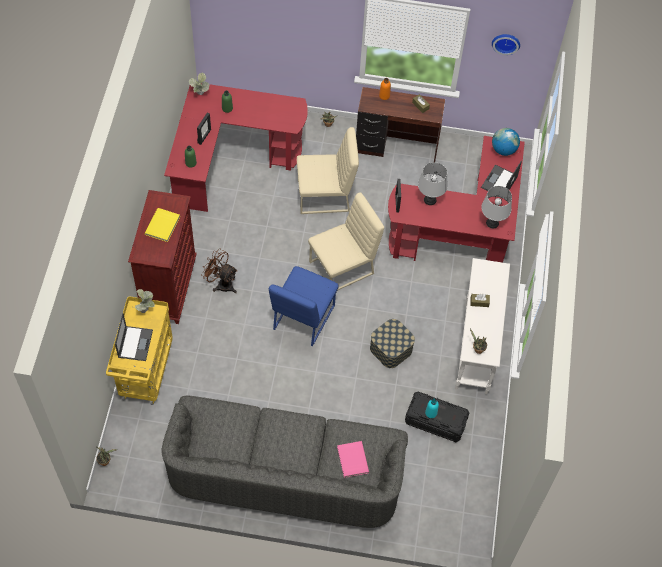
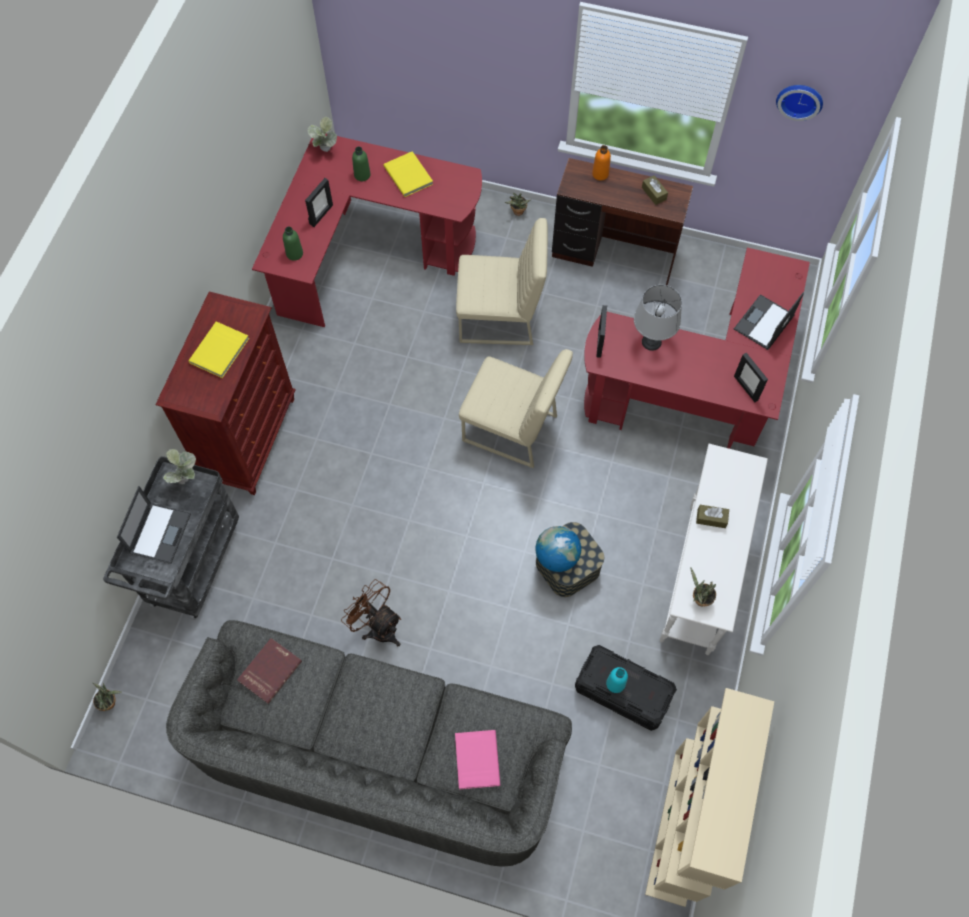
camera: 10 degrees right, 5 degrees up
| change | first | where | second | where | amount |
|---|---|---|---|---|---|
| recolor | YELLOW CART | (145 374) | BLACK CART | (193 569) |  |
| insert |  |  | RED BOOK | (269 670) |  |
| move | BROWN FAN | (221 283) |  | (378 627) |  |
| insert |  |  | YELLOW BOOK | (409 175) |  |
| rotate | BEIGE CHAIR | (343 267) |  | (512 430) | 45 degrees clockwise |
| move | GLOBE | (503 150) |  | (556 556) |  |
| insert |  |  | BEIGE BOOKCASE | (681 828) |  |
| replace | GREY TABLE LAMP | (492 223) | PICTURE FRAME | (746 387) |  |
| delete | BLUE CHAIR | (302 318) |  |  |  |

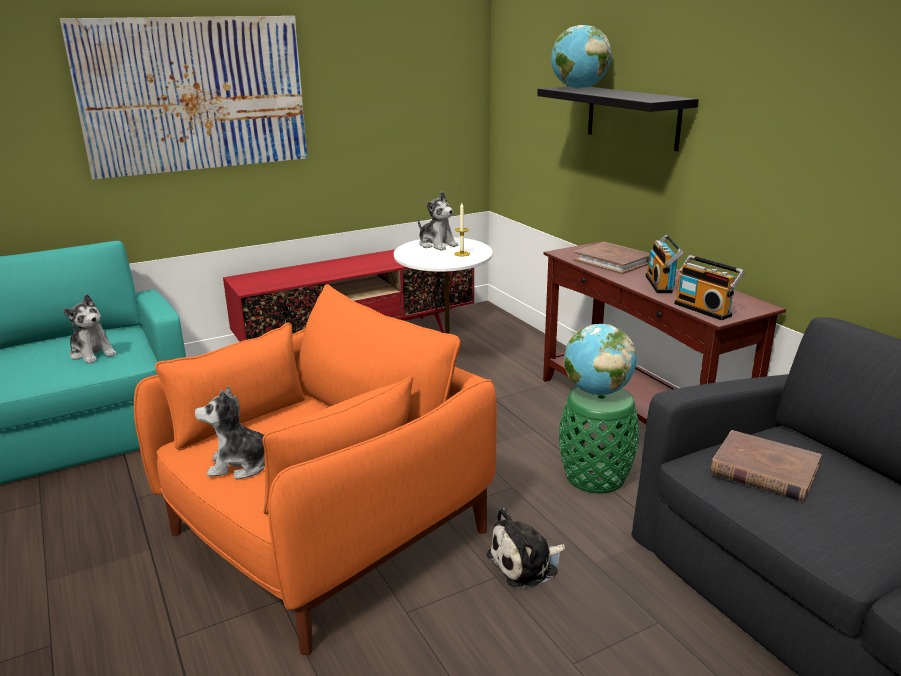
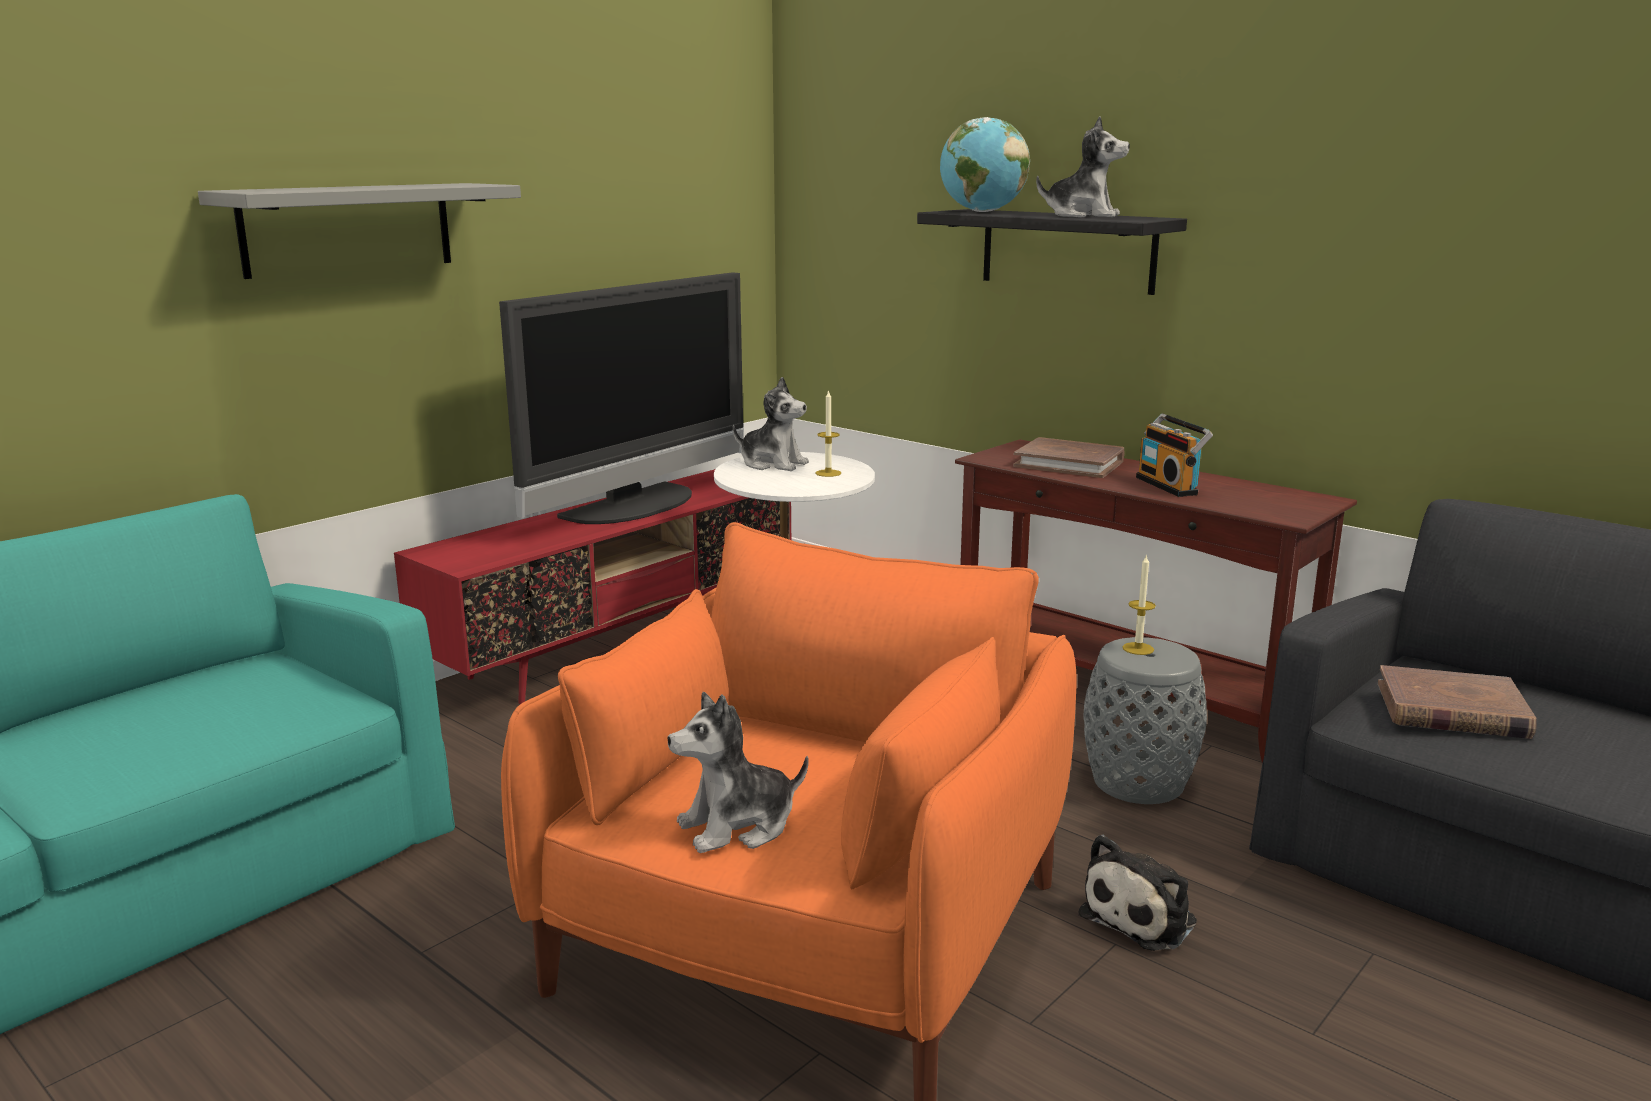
camera: 20 degrees left, 5 degrees down
| change | first | where | second | where | amount |
|---|---|---|---|---|---|
| replace | PICTURE | (194 95) | GREY SHELF | (348 228) |  |
| insert |  |  | TELEVISION | (636 506) |  |
| move | PLUSH TOY | (93 353) |  | (1083 216) |  |
| recolor | GREEN STOOL | (595 477) | GREY STOOL | (1138 783) |  |
| replace | GLOBE | (597 391) | CANDLE | (1138 648) |  |
| delete | RADIO | (704 309) |  |  |  |

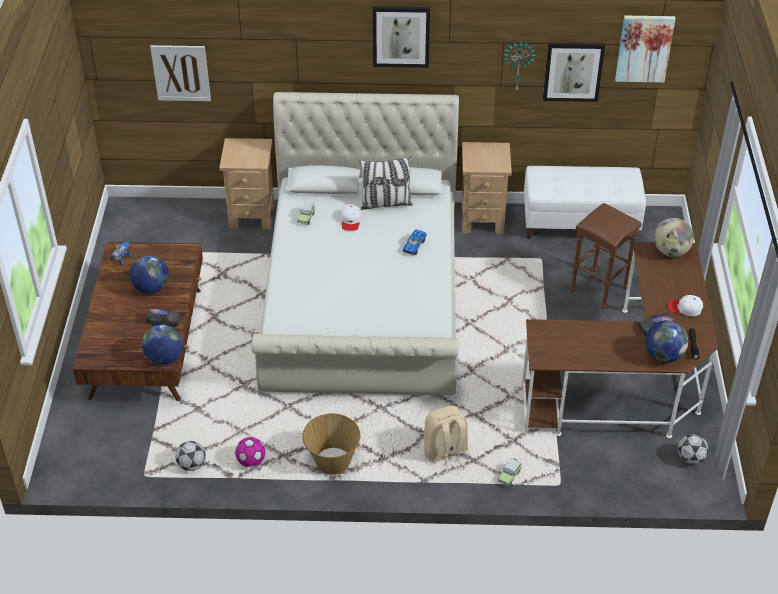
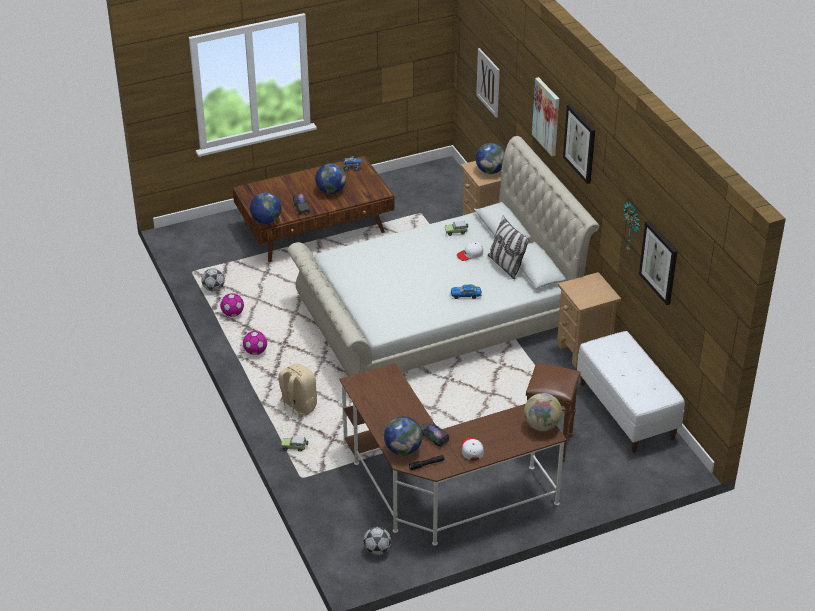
camera: 65 degrees right, 5 degrees down
| change | first | where | second | where | amount |
|---|---|---|---|---|---|
| replace | BASKET | (332 461) | FOOTBALL | (255 352) |  |
| insert |  |  | GLOBE | (490 171) |  |
| move | PICTURE | (644 48) |  | (547 116) |  |

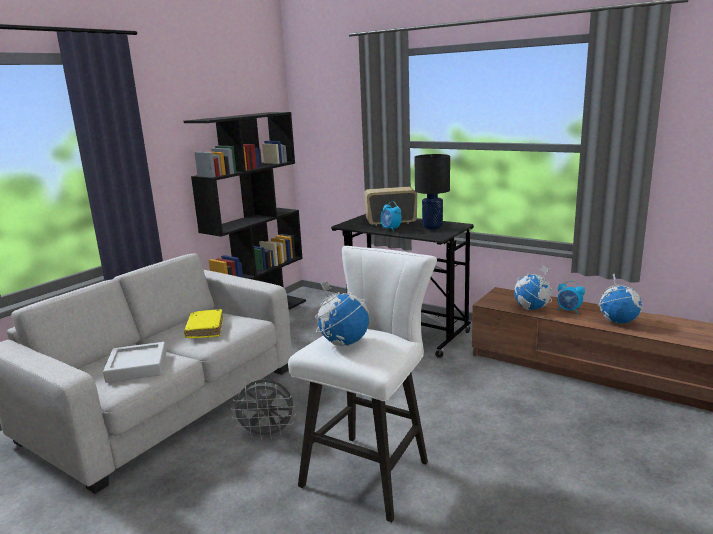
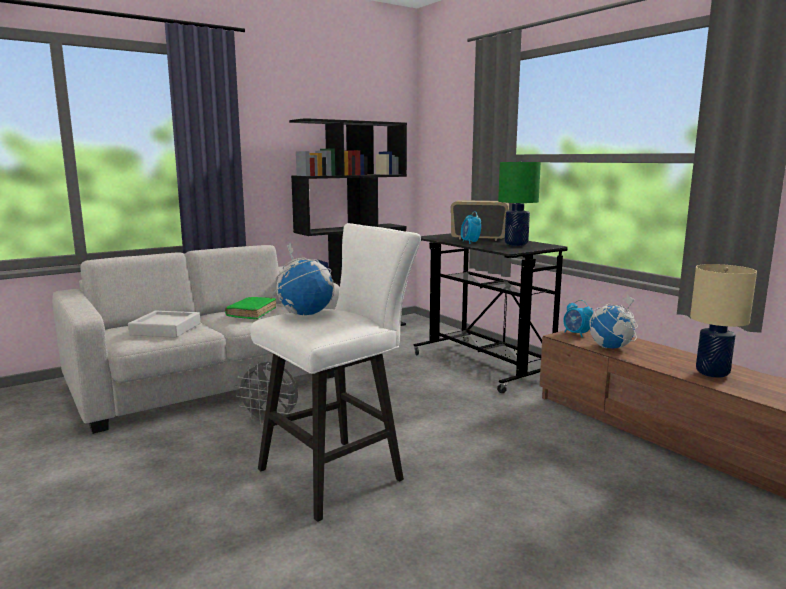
camera: 20 degrees right, 5 degrees down
| change | first | where | second | where | amount |
|---|---|---|---|---|---|
| recolor | YELLOW BOOK | (205 329) | GREEN BOOK | (251 313) |  |
| recolor | BLACK TABLE LAMP | (432 228) | GREEN TABLE LAMP | (516 245) |  |
| move | ALARM CLOCK | (569 310) |  | (576 334) |  |
| replace | GLOBE | (618 321) | BEIGE TABLE LAMP | (712 374) |  |

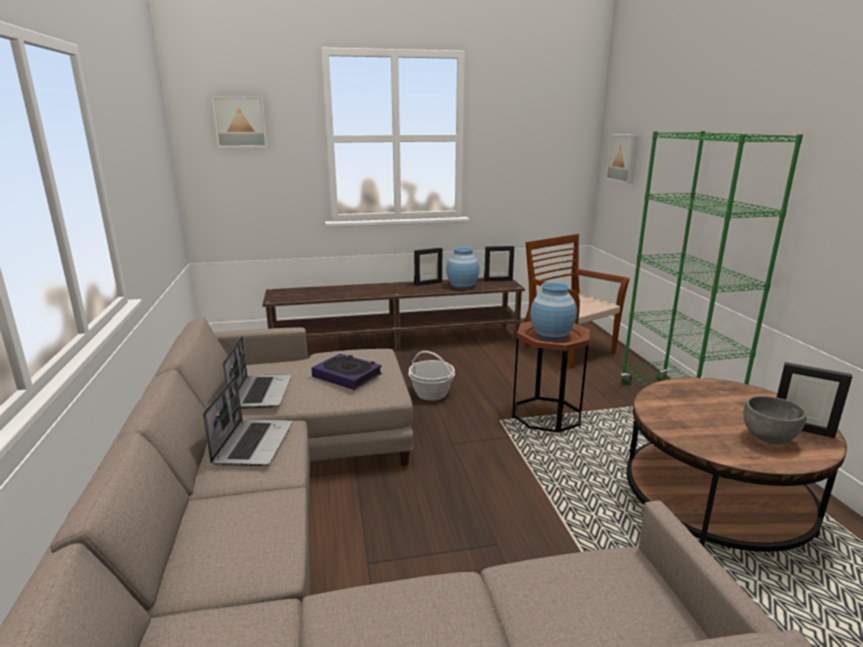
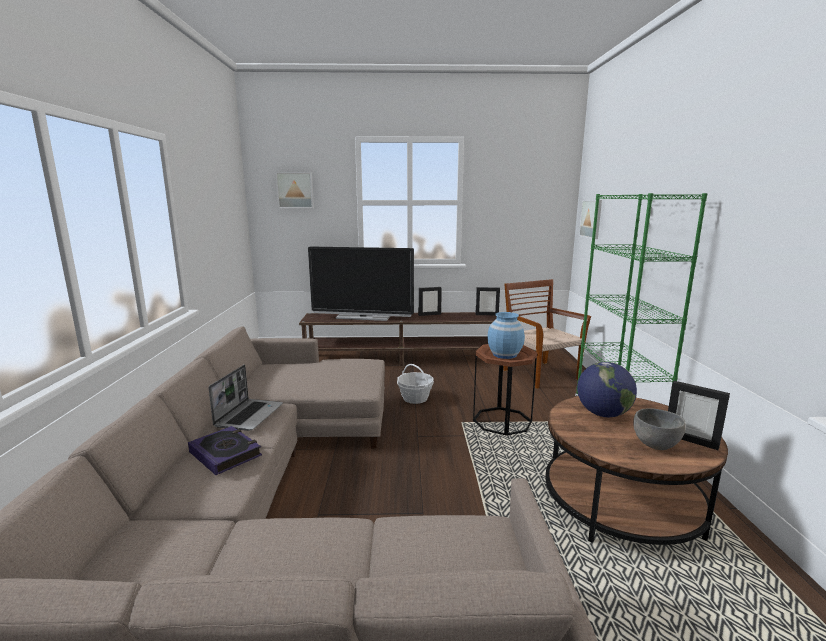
camera: 10 degrees right, 5 degrees down
| change | first | where | second | where | amount |
|---|---|---|---|---|---|
| move | BOOK | (347 375) |  | (225 454) |  |
| insert |  |  | TELEVISION | (363 317) |  |
| insert |  |  | GLOBE | (603 414) |  |
| delete | LAPTOP | (261 392) |  |  |  |
| delete | BLUE VASE | (462 286) |  |  |  |

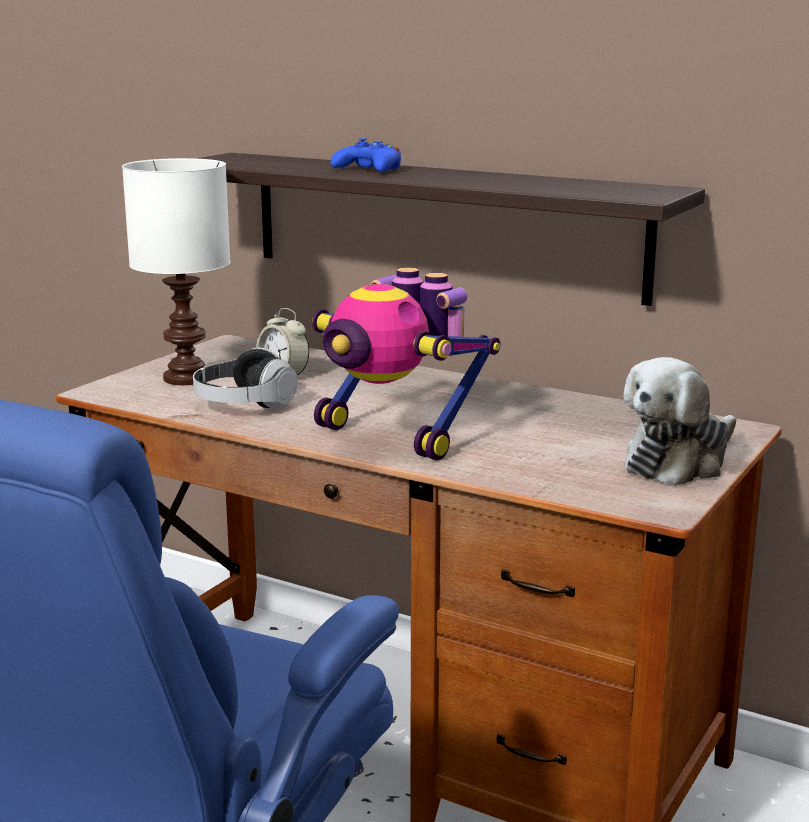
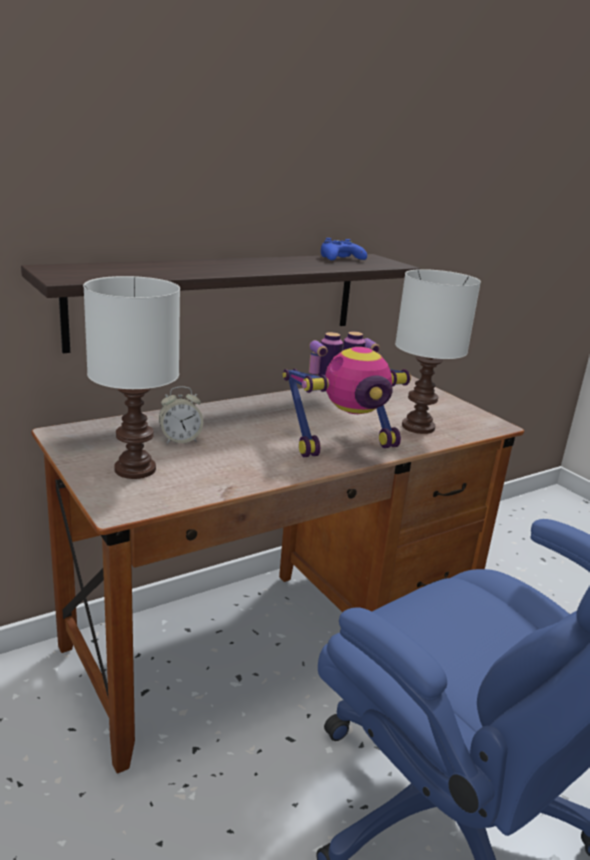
camera: 65 degrees left, 5 degrees up
| change | first | where | second | where | amount |
|---|---|---|---|---|---|
| move | BLUE GAME CONTROLLER | (369 170) |  | (340 259) |  |
| insert |  |  | WHITE TABLE LAMP | (416 427) |  |
| delete | HEADPHONES | (244 405) |  |  |  |
| delete | PLUSH TOY | (679 462) |  |  |  |

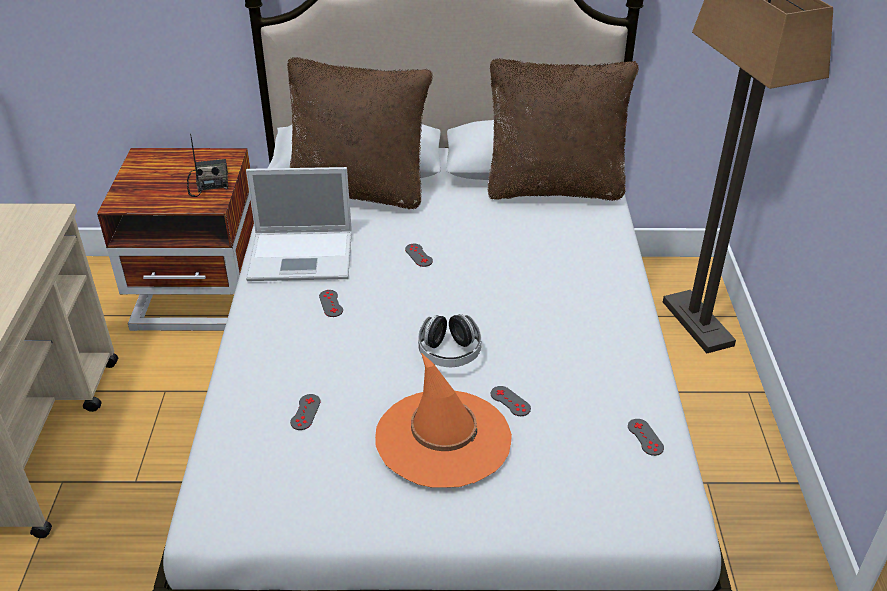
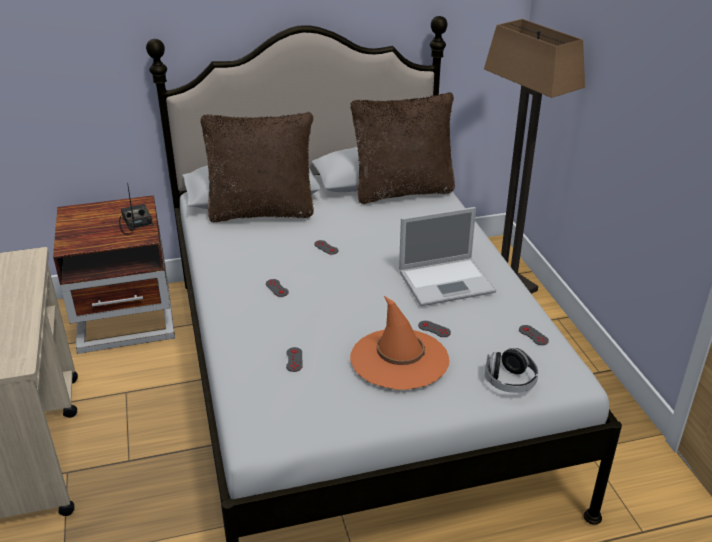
camera: 15 degrees left, 5 degrees down
| change | first | where | second | where | amount |
|---|---|---|---|---|---|
| move | LAPTOP | (303 256) |  | (447 281) |  |
| move | HEADPHONES | (449 353) |  | (509 381) |  |

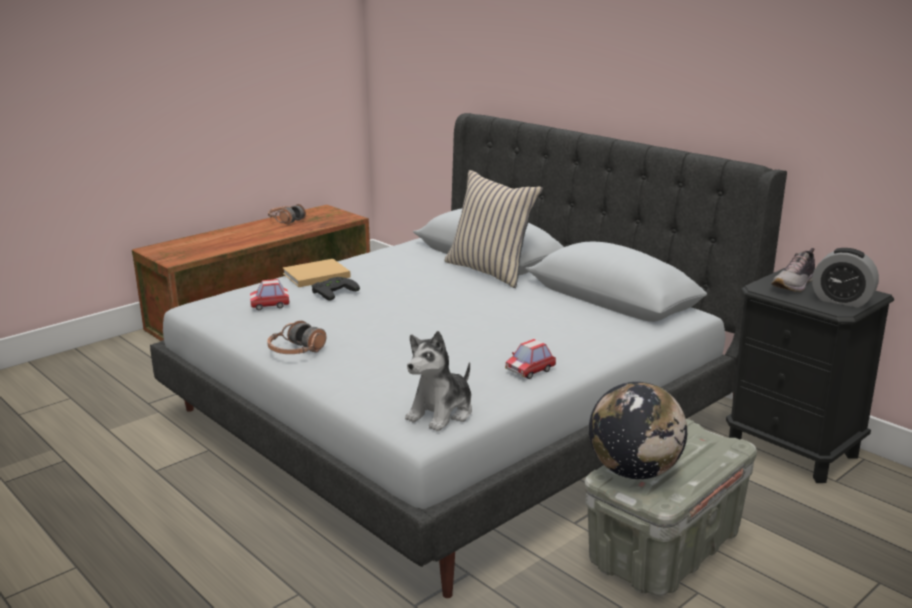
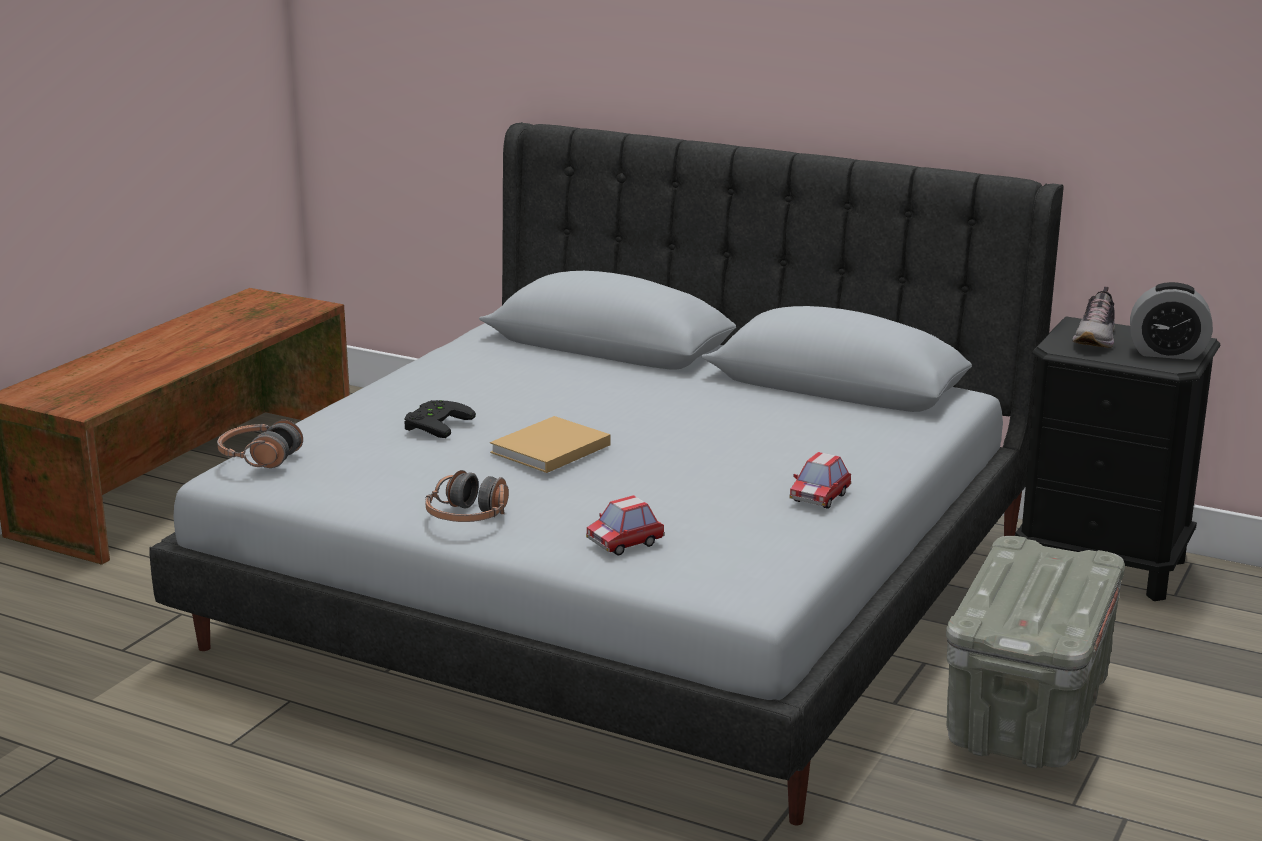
camera: 20 degrees left, 0 degrees up
| change | first | where | second | where | amount |
|---|---|---|---|---|---|
| move | HEADPHONES | (286 220) |  | (259 457) |  |
| move | BEIGE BOOK | (314 276) |  | (548 450) |  |
| move | TOY CAR | (270 305) |  | (625 543) |  |
| delete | PLUSH TOY | (441 413) |  |  |  |
| delete | BEIGE PILLOW | (491 271) |  |  |  |
| delete | GLOBE | (634 472) |  |  |  |

